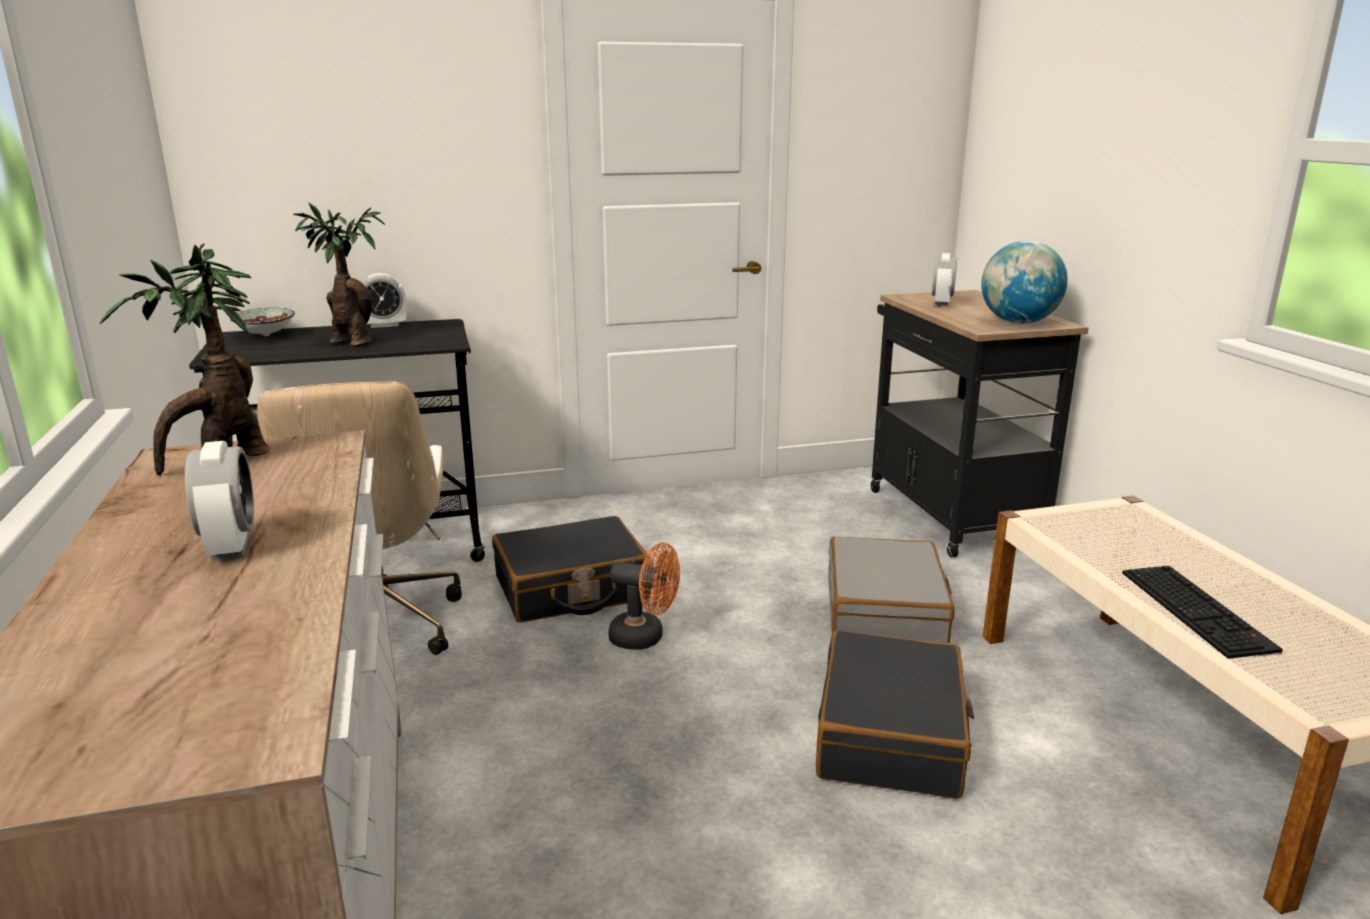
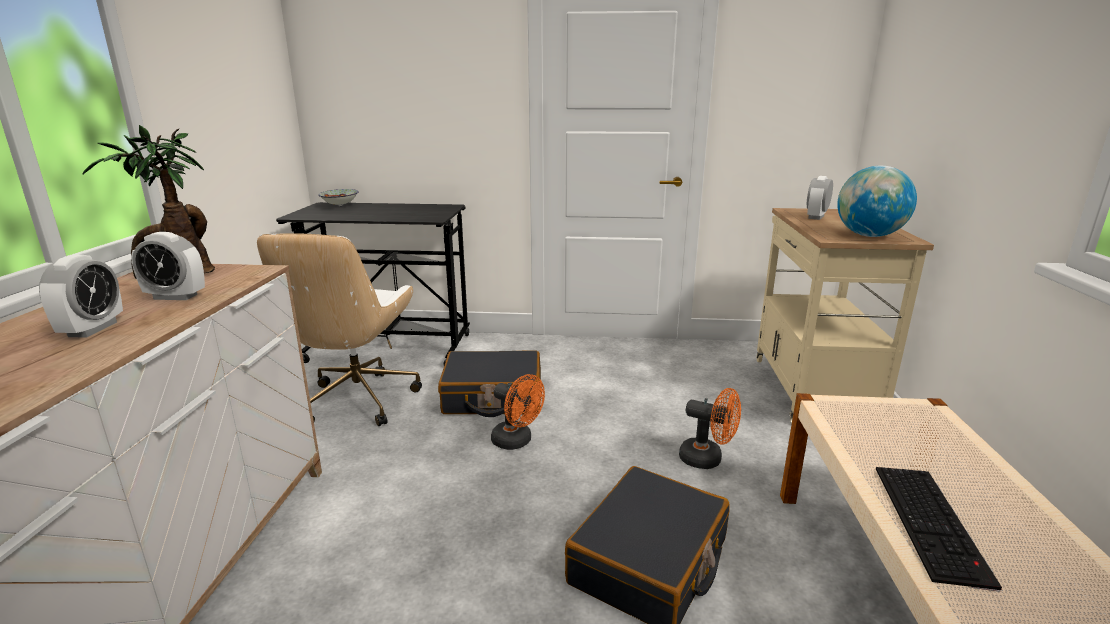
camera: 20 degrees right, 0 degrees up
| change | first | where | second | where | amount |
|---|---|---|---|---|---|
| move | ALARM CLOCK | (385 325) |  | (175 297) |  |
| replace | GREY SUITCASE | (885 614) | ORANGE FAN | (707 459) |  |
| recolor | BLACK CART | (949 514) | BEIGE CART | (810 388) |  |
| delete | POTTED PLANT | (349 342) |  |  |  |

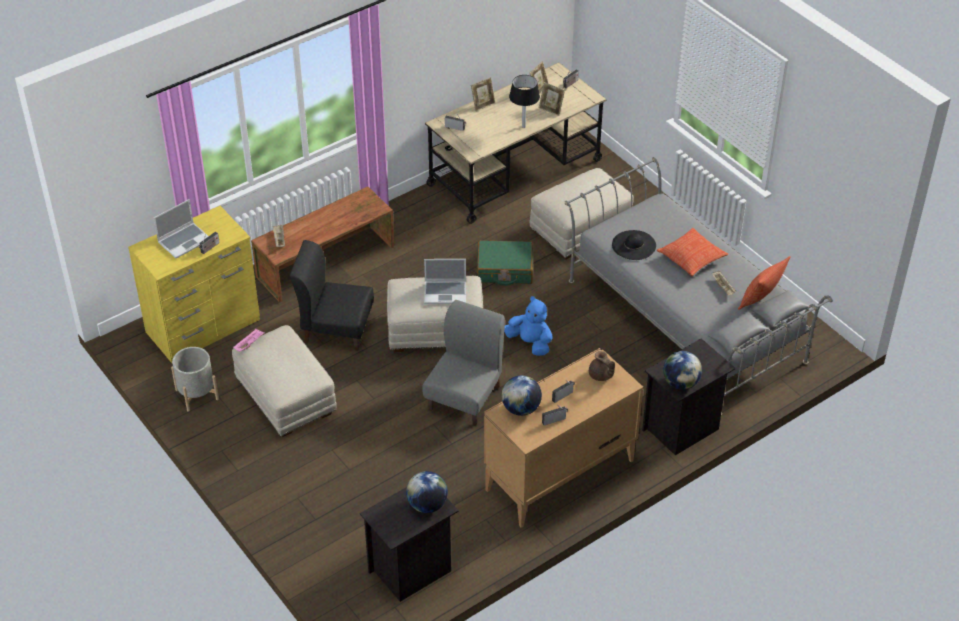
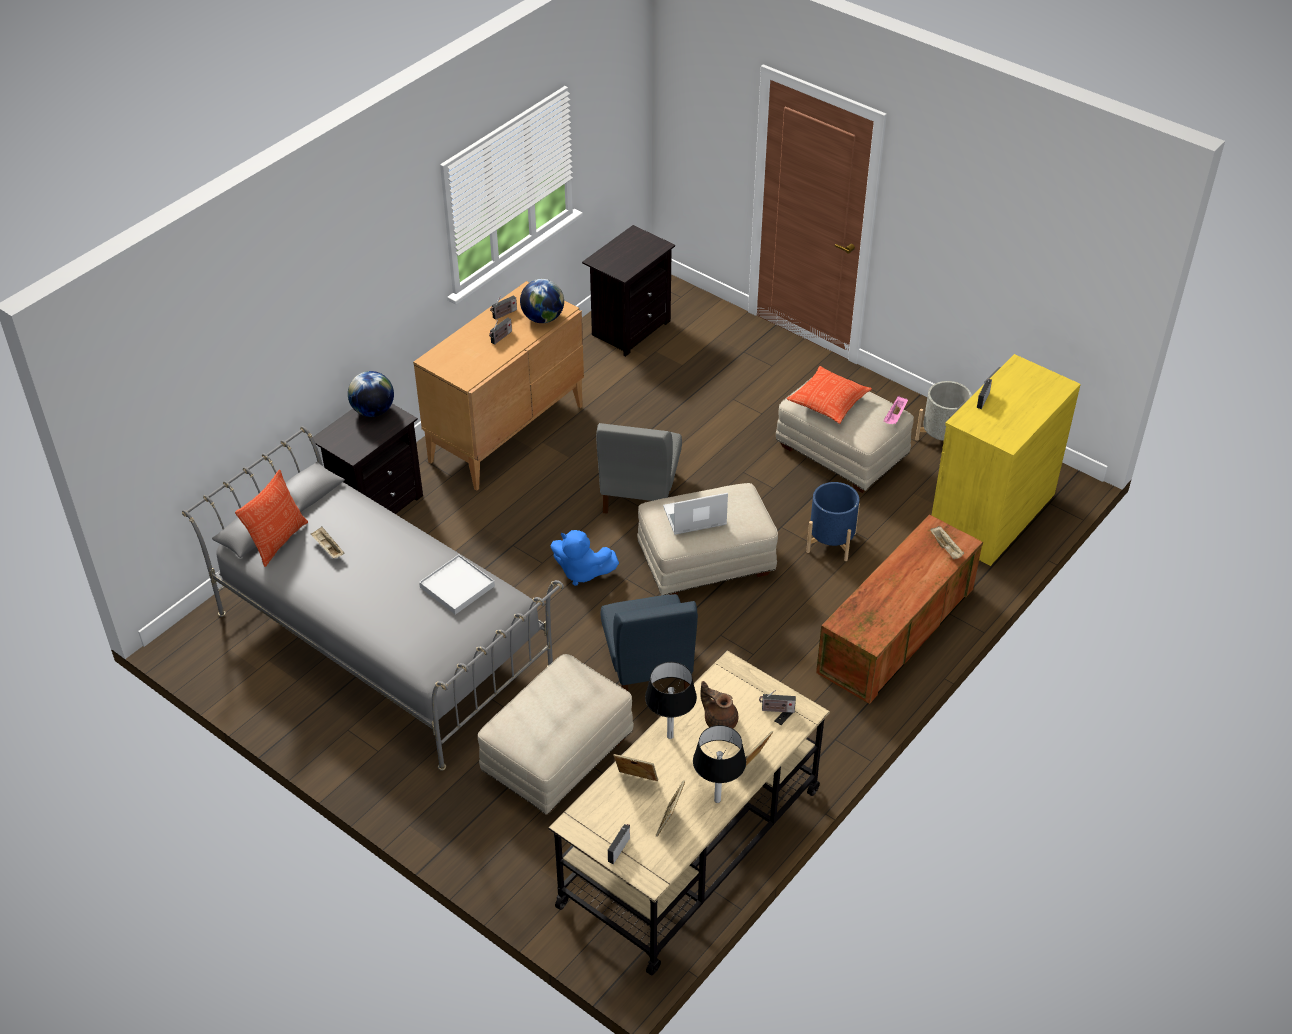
camera: 165 degrees right, 0 degrees up
| change | first | where | second | where | amount |
|---|---|---|---|---|---|
| replace | BLACK HAT | (633 245) | WHITE TRAY | (457 586) |  |
| replace | GREEN SUITCASE | (504 269) | BLUE CHAIR | (648 668) |  |
| insert |  |  | BLACK TABLE LAMP | (717 800) |  |
| move | BROWN TEAPOT | (601 375) |  | (719 720) |  |
| move | ORANGE PILLOW | (691 259) |  | (828 403) |  |
| replace | BLACK CHAIR | (336 329) | BLUE PLANTER | (831 542) |  |
| delete | LAPTOP | (184 241) |  |  |  |
| delete | GLOBE | (427 505) |  |  |  |

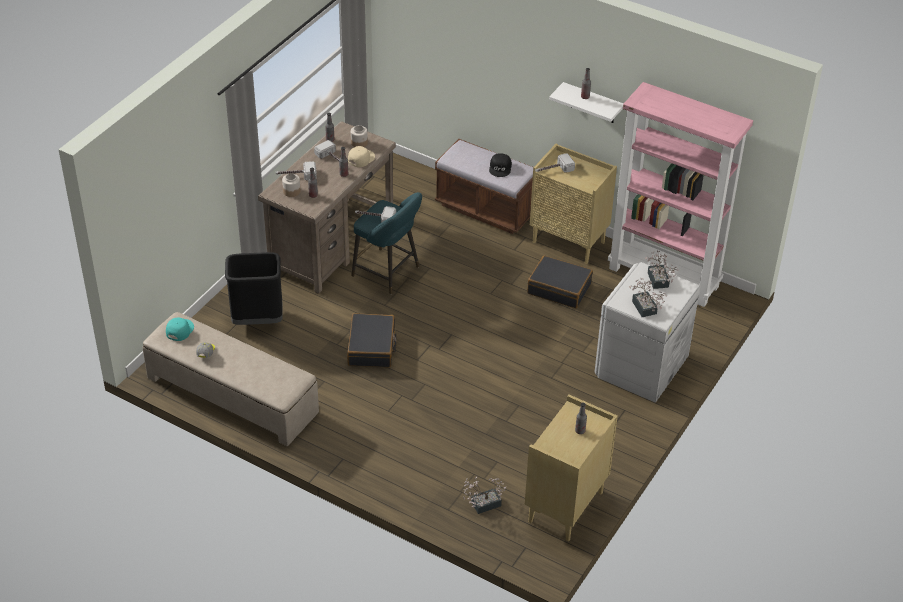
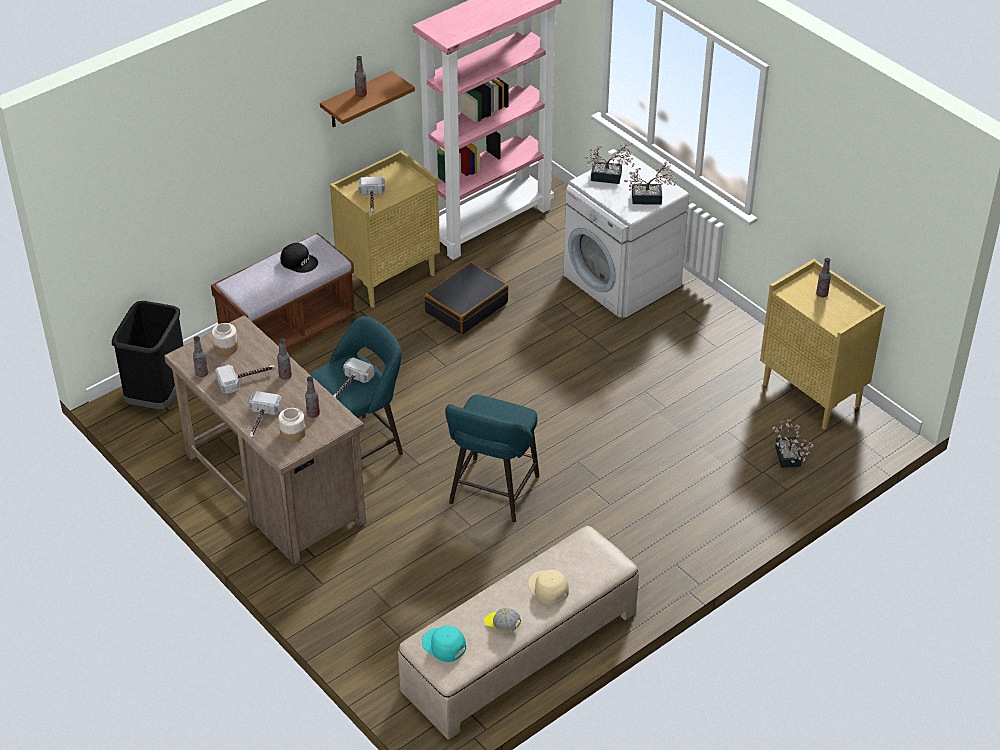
camera: 70 degrees left, 0 degrees up
| change | first | where | second | where | amount |
|---|---|---|---|---|---|
| move | BLACK TRASH CAN | (258 319) |  | (158 395) |  |
| recolor | WHITE SHELF | (592 103) | BROWN SHELF | (357 101) |  |
| replace | BLACK SUITCASE | (372 347) | TURQUOISE STOOL | (492 494) |  |
| move | BEIGE CAP | (360 158) |  | (547 588) |  |

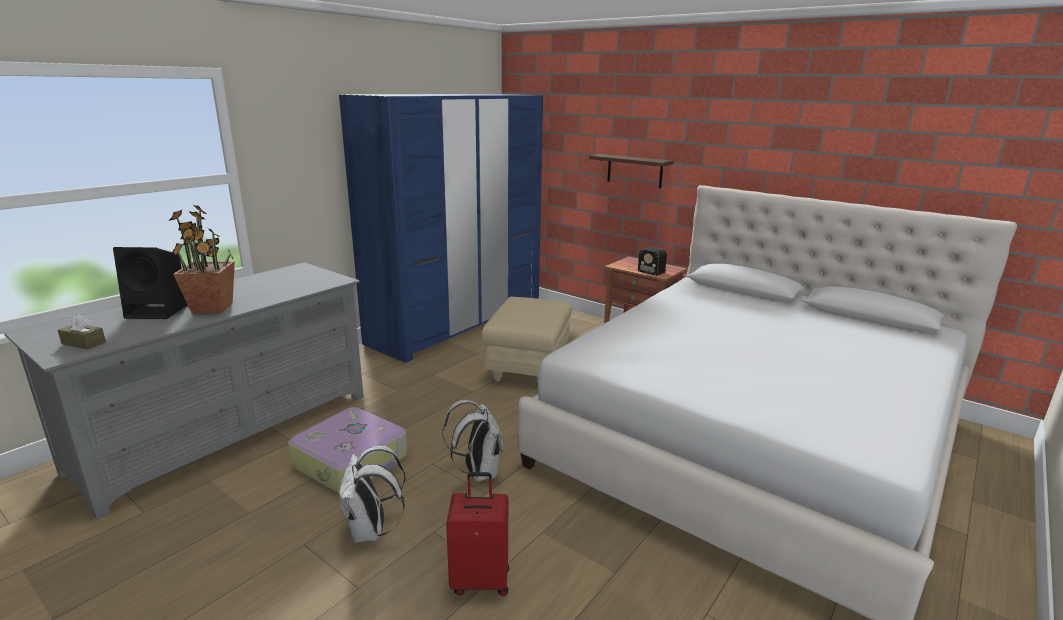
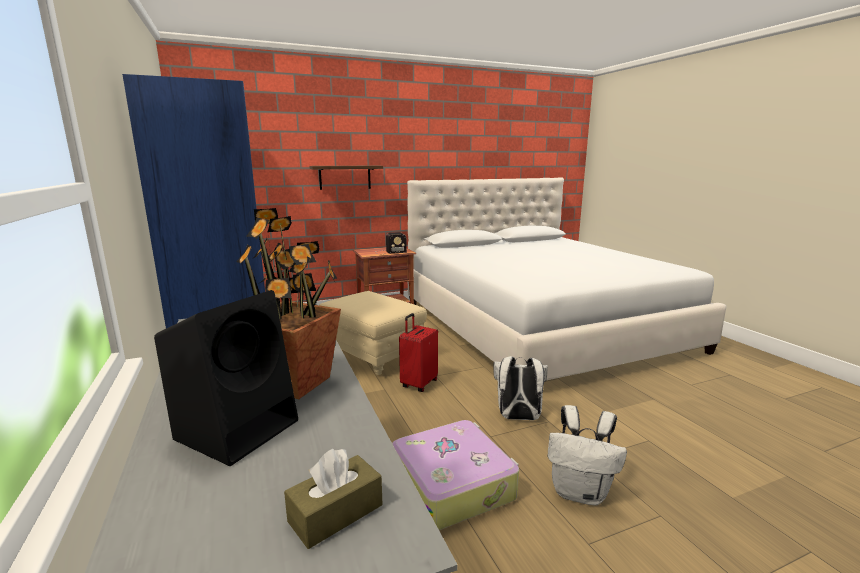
camera: 60 degrees left, 5 degrees down
| change | first | where | second | where | amount |
|---|---|---|---|---|---|
| move | RED SUITCASE | (480 580) |  | (418 384) |  |

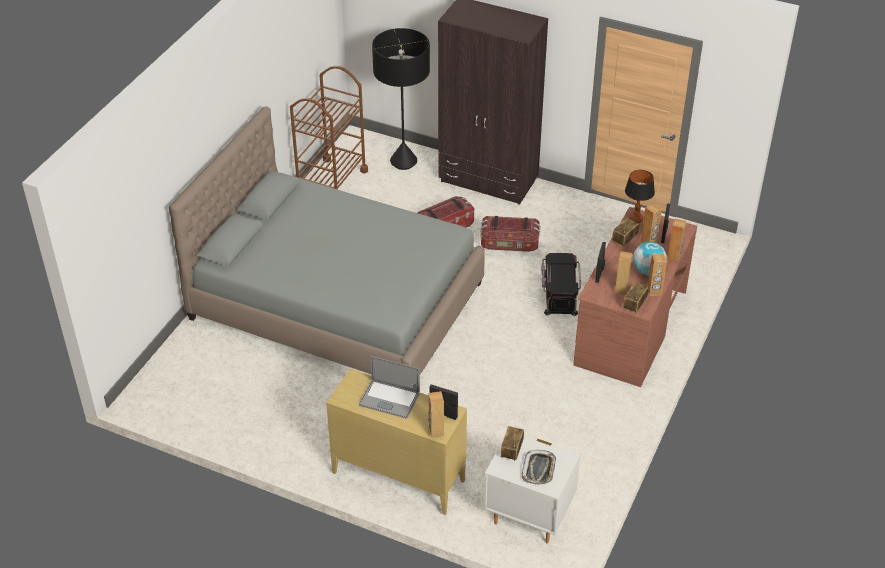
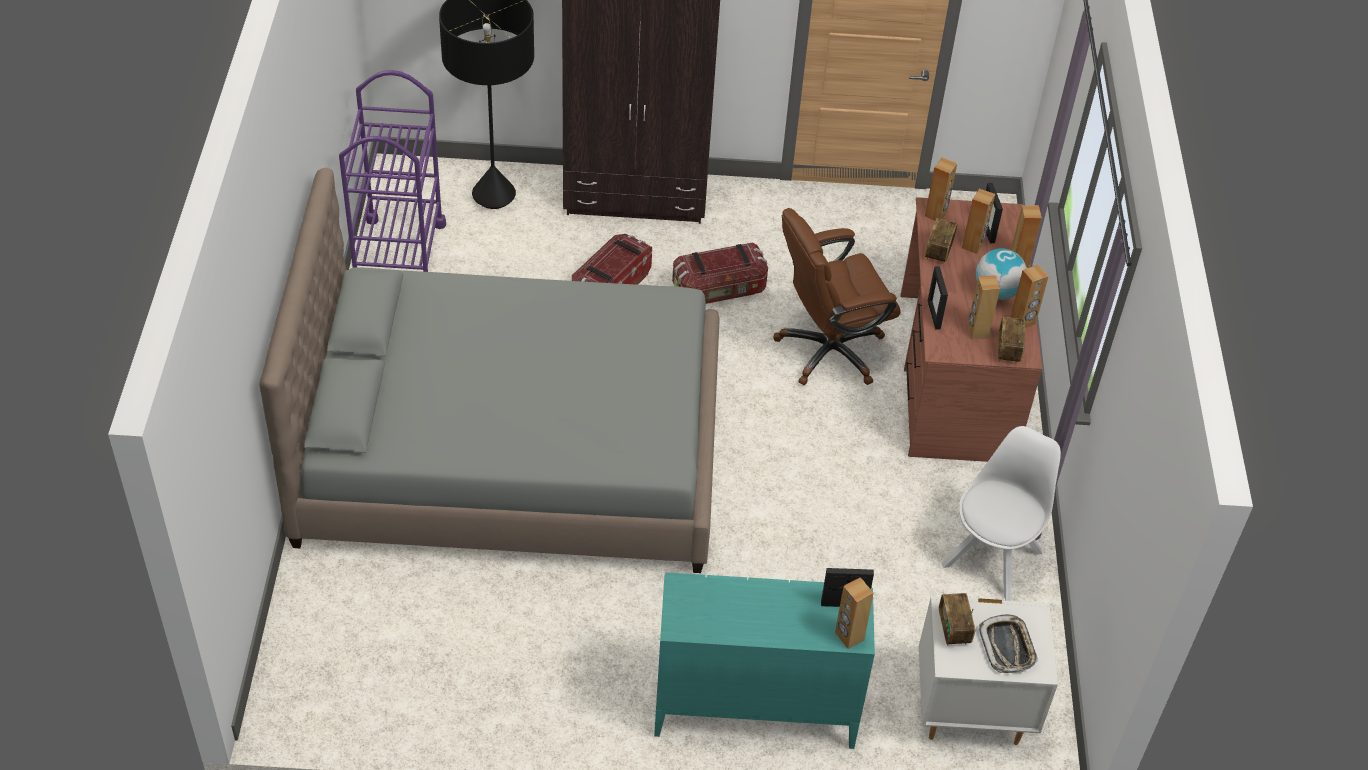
camera: 25 degrees left, 5 degrees up
| change | first | where | second | where | amount |
|---|---|---|---|---|---|
| recolor | BROWN CART | (331 182) | PURPLE CART | (399 255) |  |
| recolor | BEIGE DRESSER | (398 475) | TURQUOISE DRESSER | (753 707) |  |
| replace | BLACK STORAGE BOX | (559 294) | BROWN OFFICE CHAIR | (830 350) |  |
| replace | TABLE LAMP | (636 218) | BROWN SPEAKER | (936 214) |  |
| insert |  |  | WHITE CHAIR | (993 557) |  |
| delete | LAPTOP | (389 399) |  |  |  |

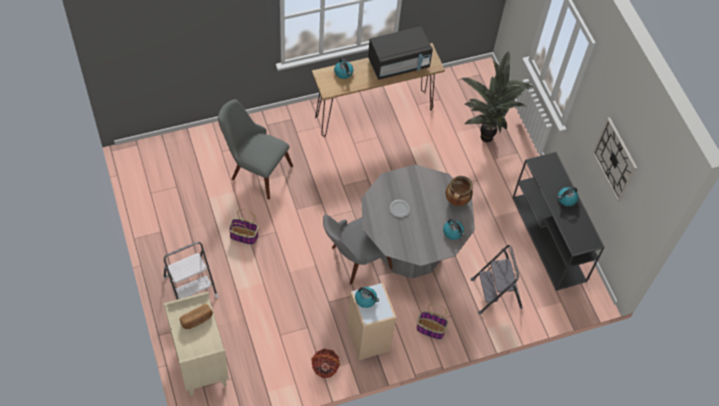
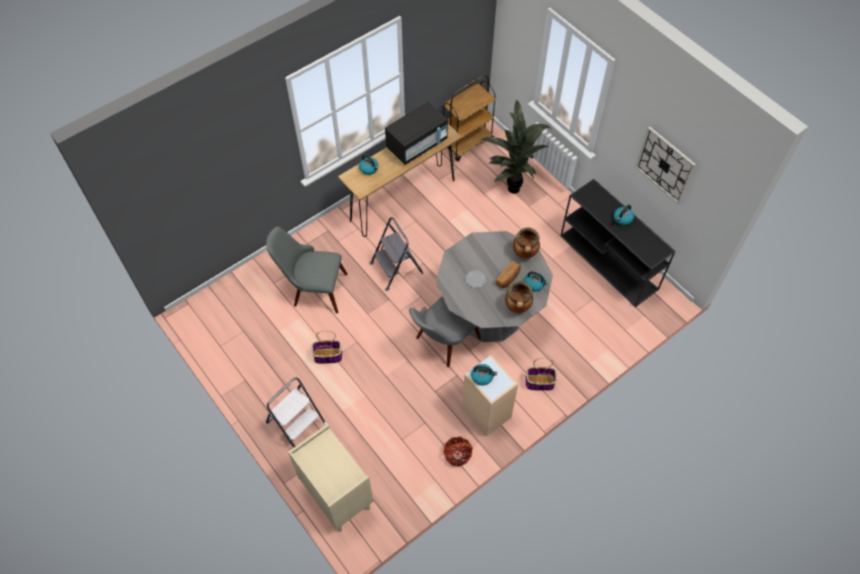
camera: 15 degrees left, 0 degrees up
| change | first | where | second | where | amount |
|---|---|---|---|---|---|
| move | GREY STEP LADDER | (498 293) |  | (398 267) |  |
| insert |  |  | BROWN CART | (467 143) |  |
| move | BREAD | (197 320) |  | (508 278) |  |
| insert |  |  | COOKING POT | (517 307) |  |

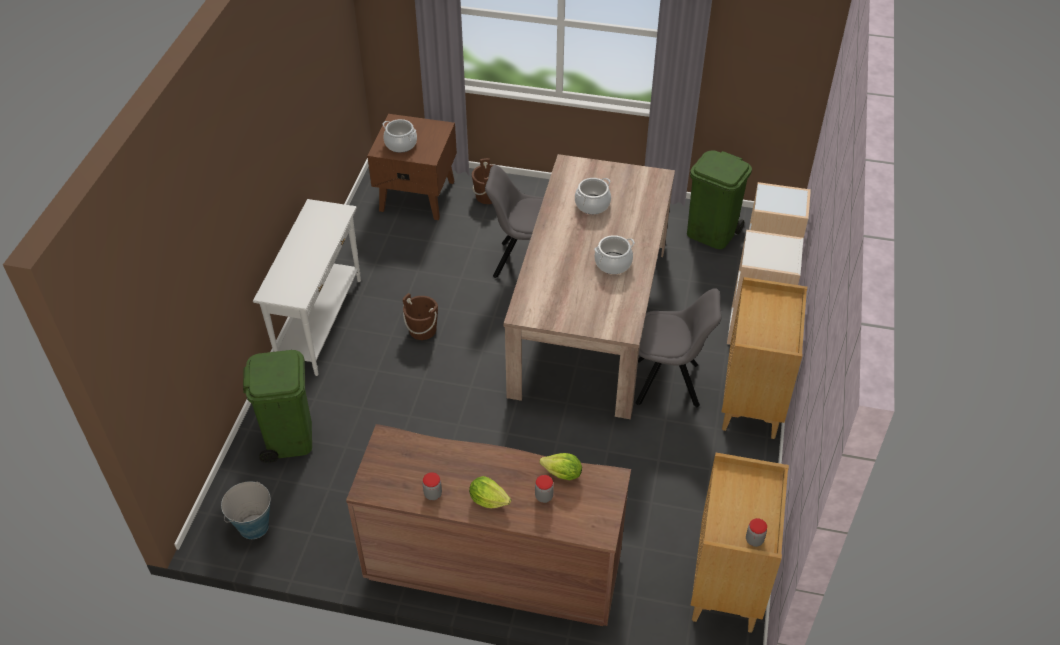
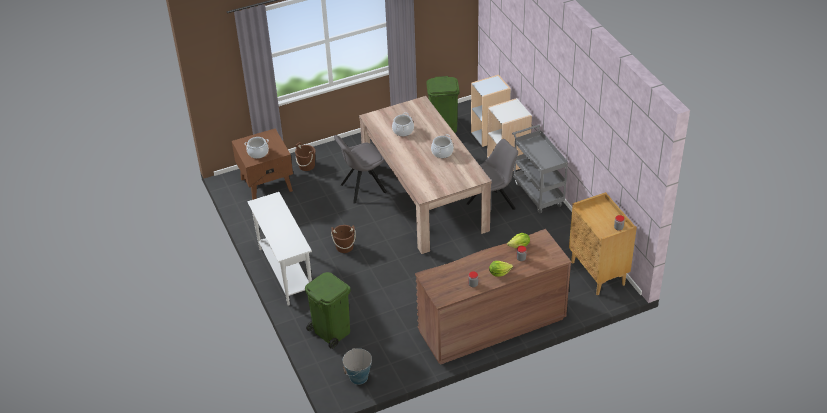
camera: 35 degrees left, 5 degrees down
| change | first | where | second | where | amount |
|---|---|---|---|---|---|
| replace | BROWN CABINET | (751 403) | GREY CART | (537 194) |  |

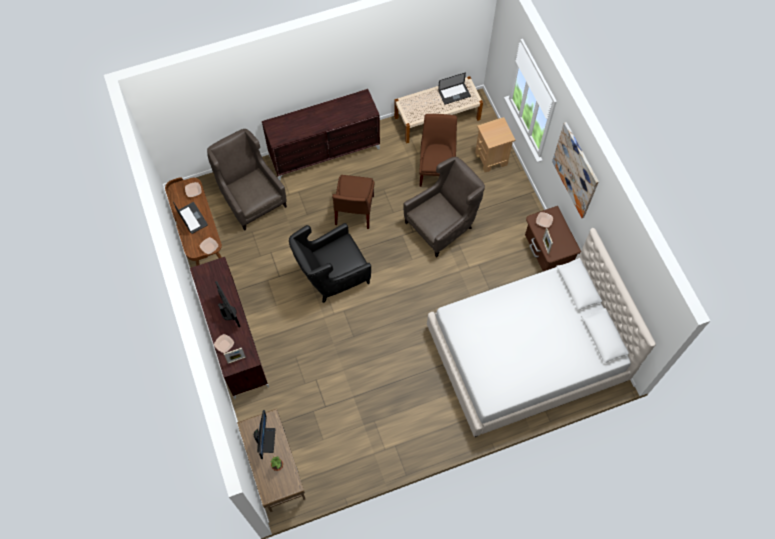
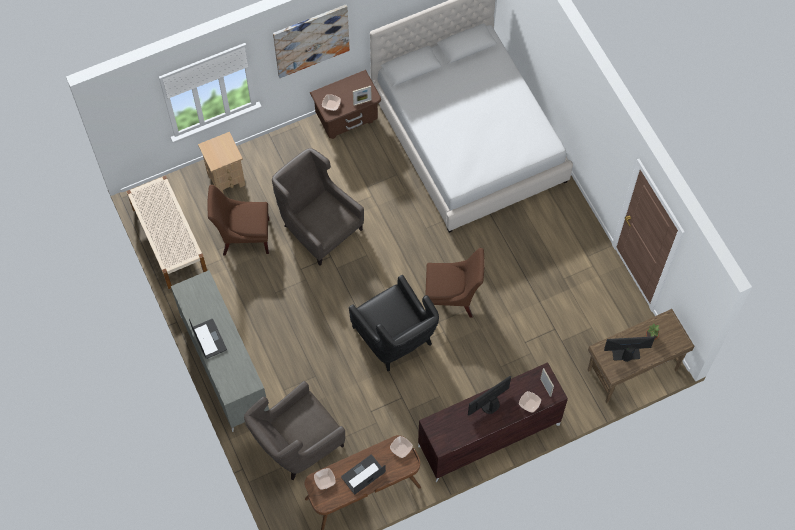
camera: 95 degrees left, 0 degrees up
| change | first | where | second | where | amount |
|---|---|---|---|---|---|
| recolor | BROWN DRESSER | (324 152) | GREY DRESSER | (224 365) |  |
| move | LAPTOP | (454 94) |  | (209 339) |  |
| move | BROWN CHAIR | (354 212) |  | (452 298) |  |

